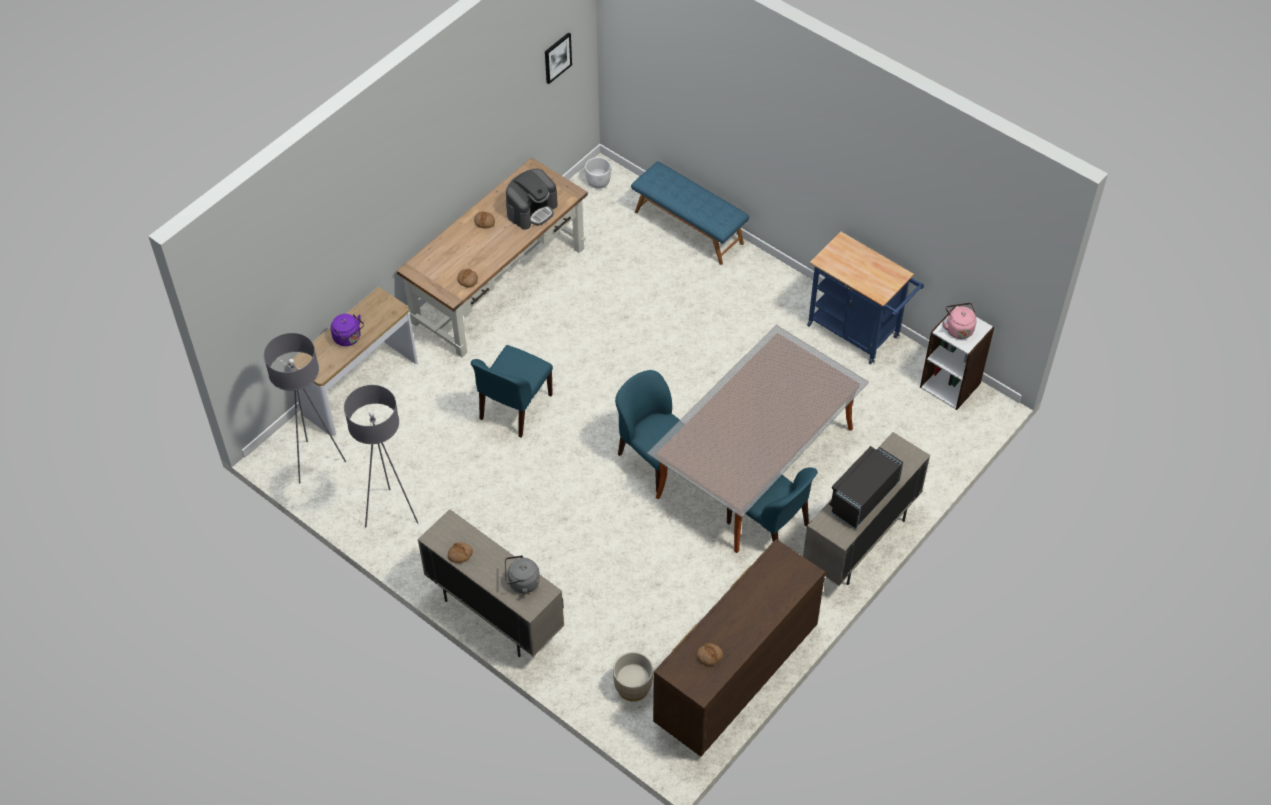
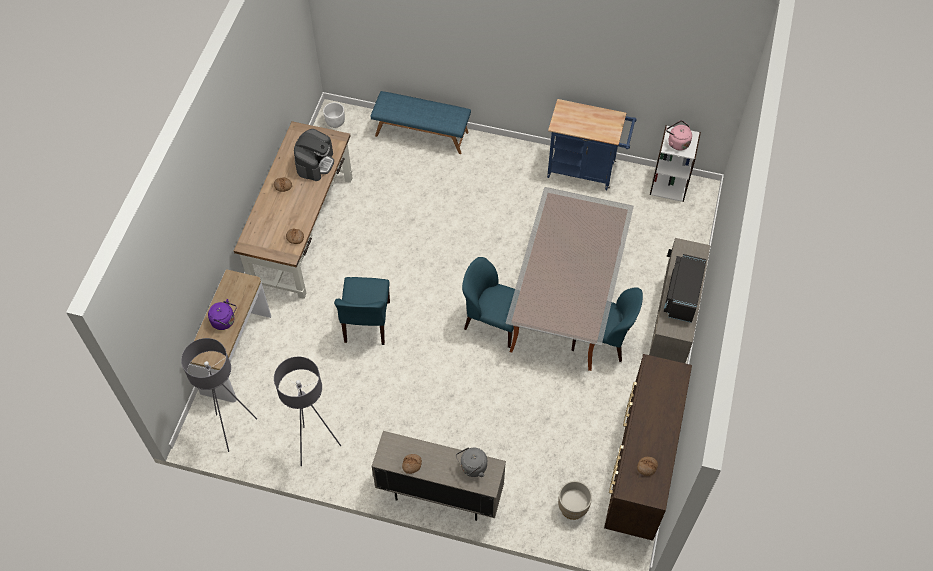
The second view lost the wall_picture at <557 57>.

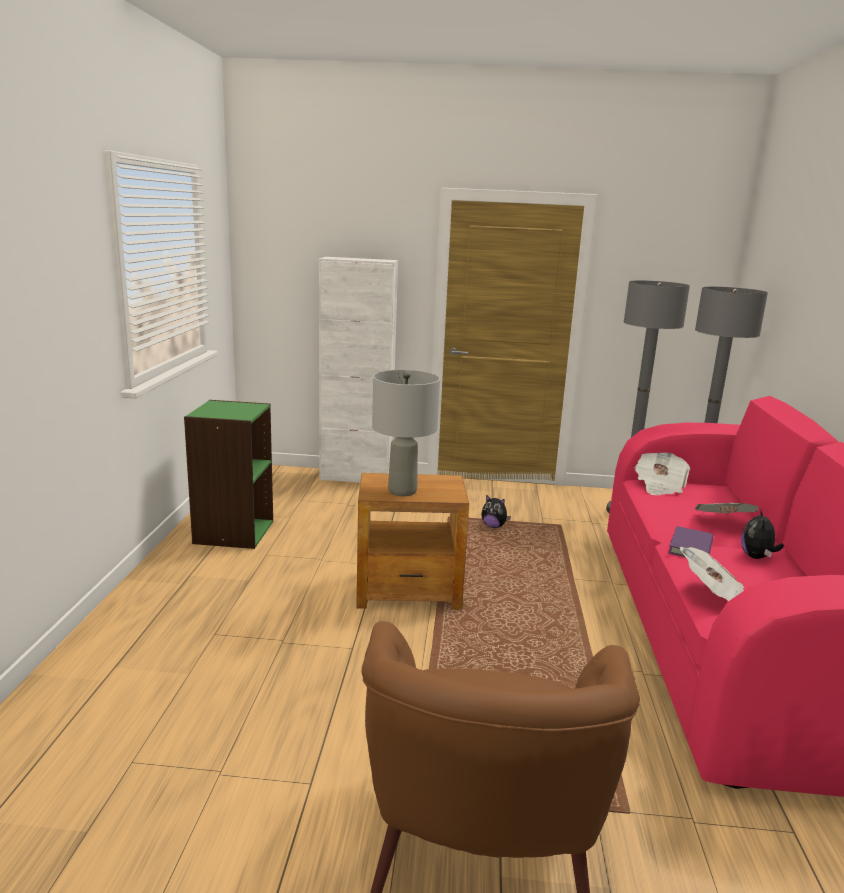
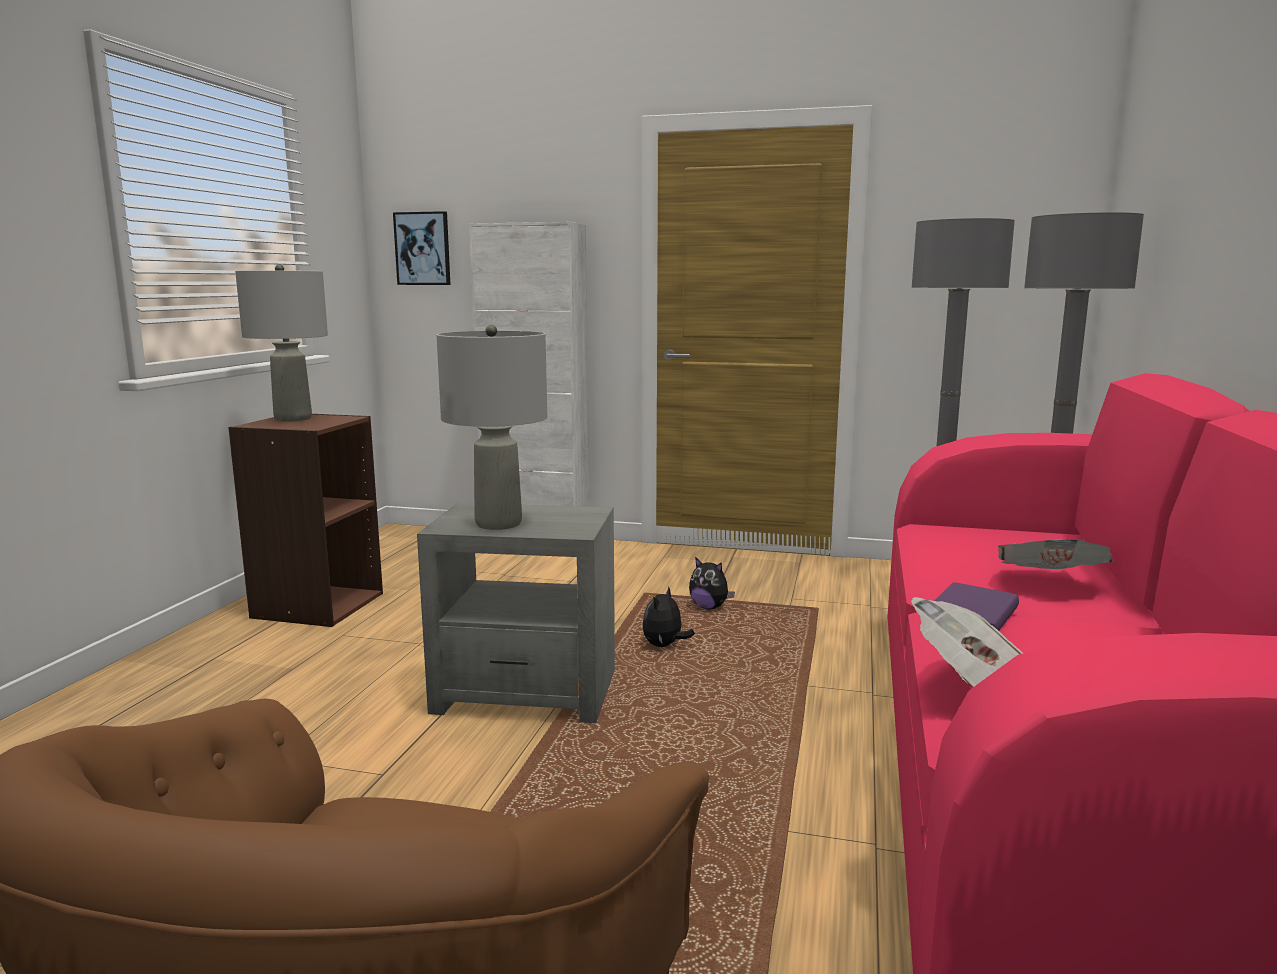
What was the greenish_bookcase at <233 532> turned into the brown-coloured_bookcase at <317 605>. The second view gained the gray_table_lamp at <293 419>. The second view gained the wall_picture at <423 248>. What was the brown-coloured_end_table at <409 590> turned into the gray_end_table at <527 692>. The cuddly_toy ended up elsewhere, having gone from <757 557> to <664 646>. The second view lost the newspaper at <659 486>.

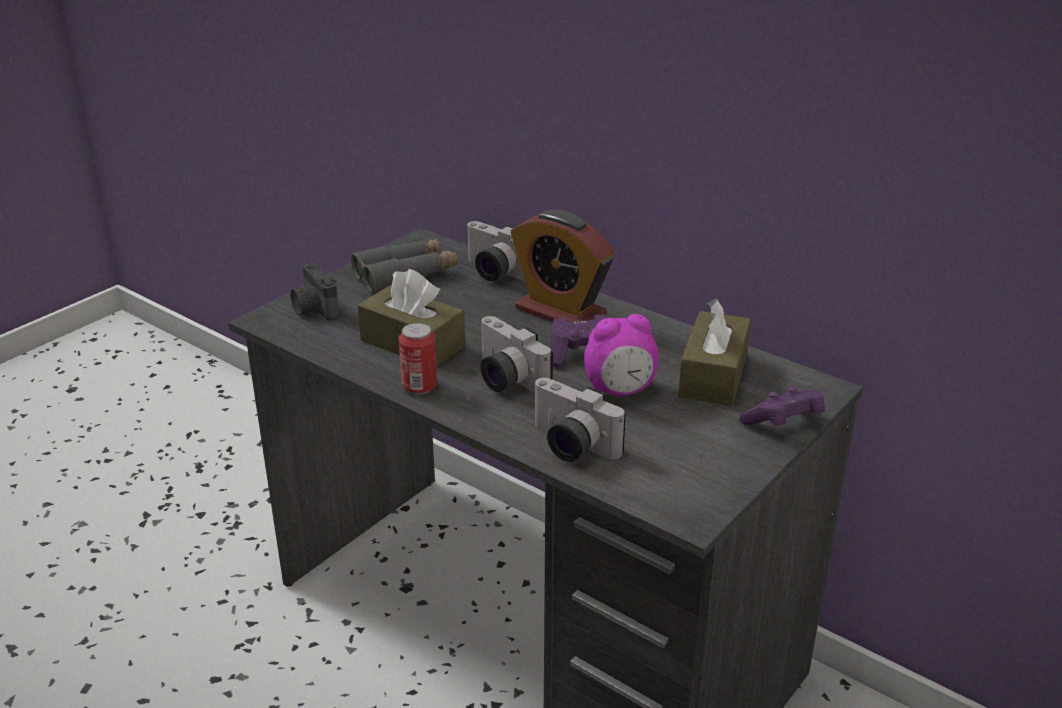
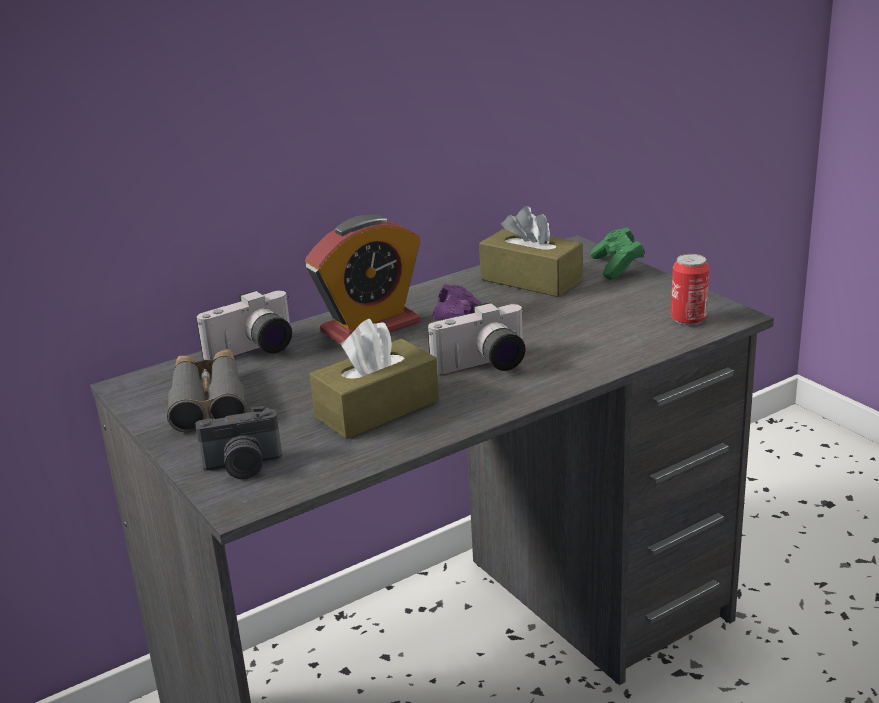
What was the purplish_gamepad at <783 424> turned into the greenish_gamepad at <617 267>. The sealed_can ended up elsewhere, having gone from <419 386> to <688 319>. The second view lost the photo_camera at <568 446>. The second view lost the table_clock at <620 391>.

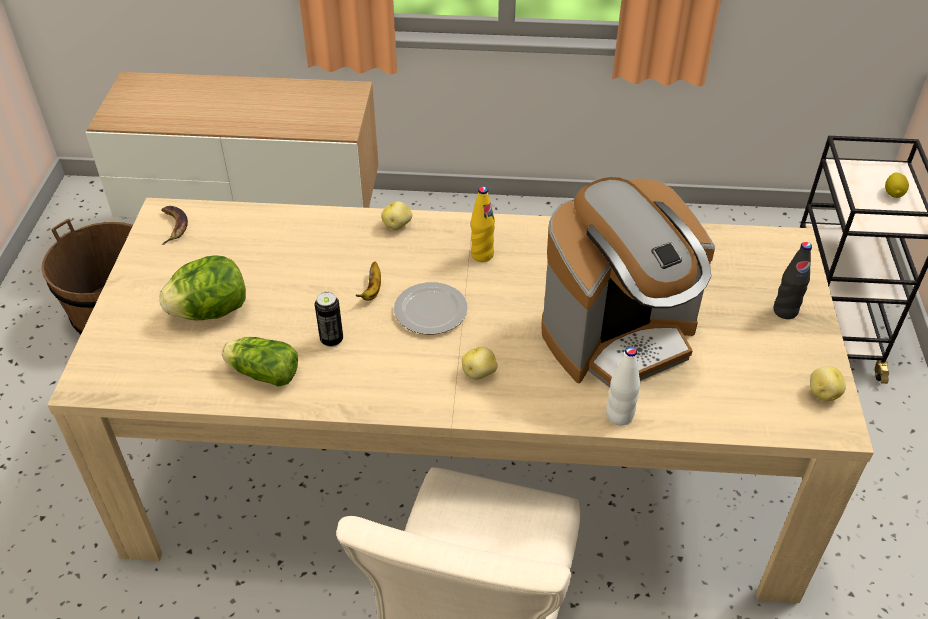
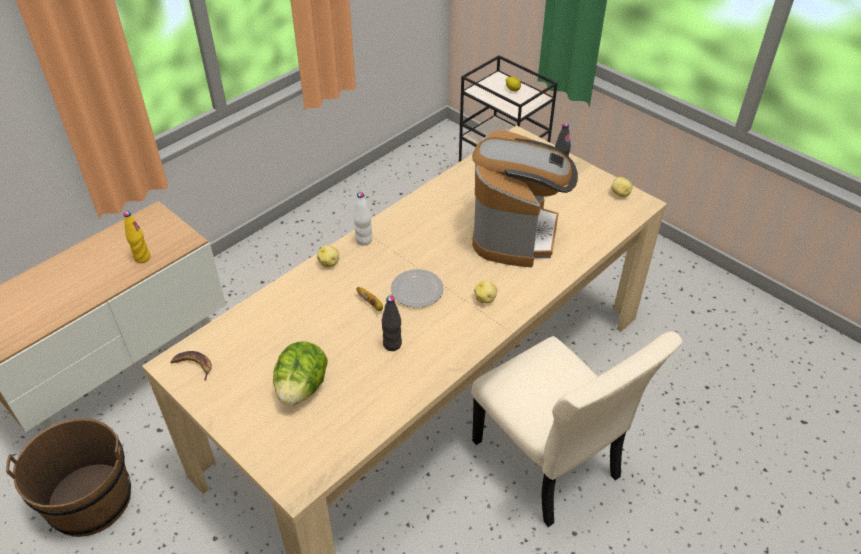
The yellow-coloured_bottle ended up elsewhere, having gone from <482 255> to <142 258>. The white-coloured_bottle ended up elsewhere, having gone from <619 416> to <364 240>. Where the sealed_can stood at <331 340>, the blackish_bottle came to stand at <392 344>. The second view lost the lettuce_head at <261 372>.

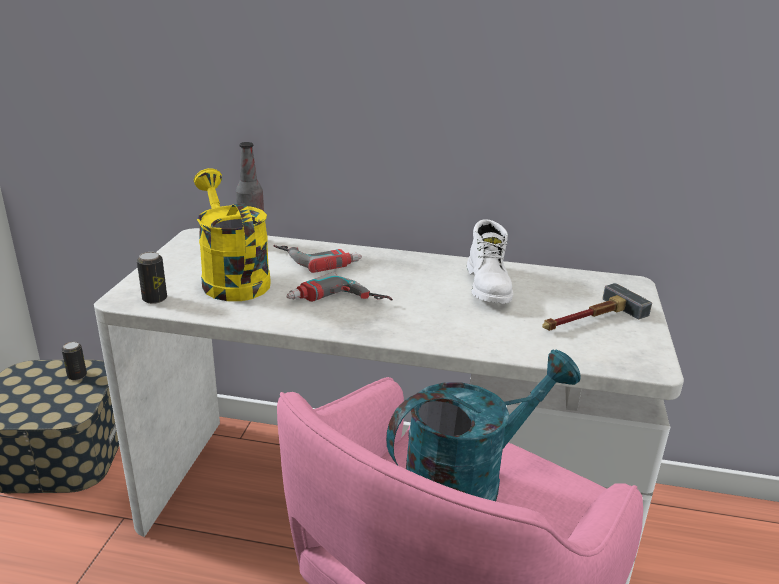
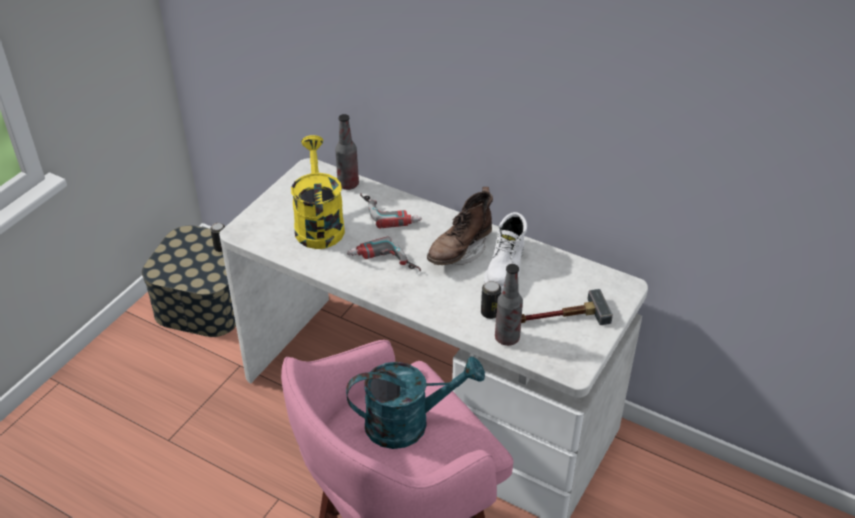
The second view gained the brown-coloured_high-top_boot at <460 251>. The sealed_can ended up elsewhere, having gone from <155 299> to <490 313>. The second view gained the bottle at <507 338>.

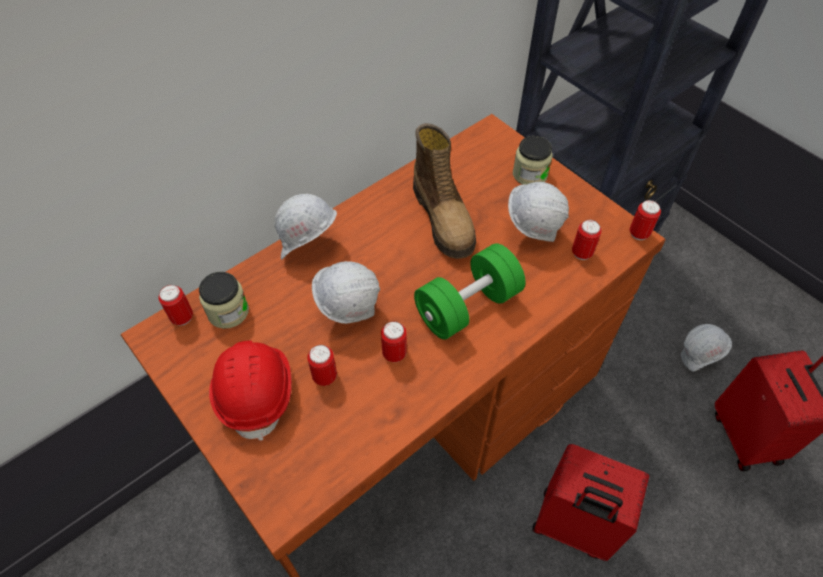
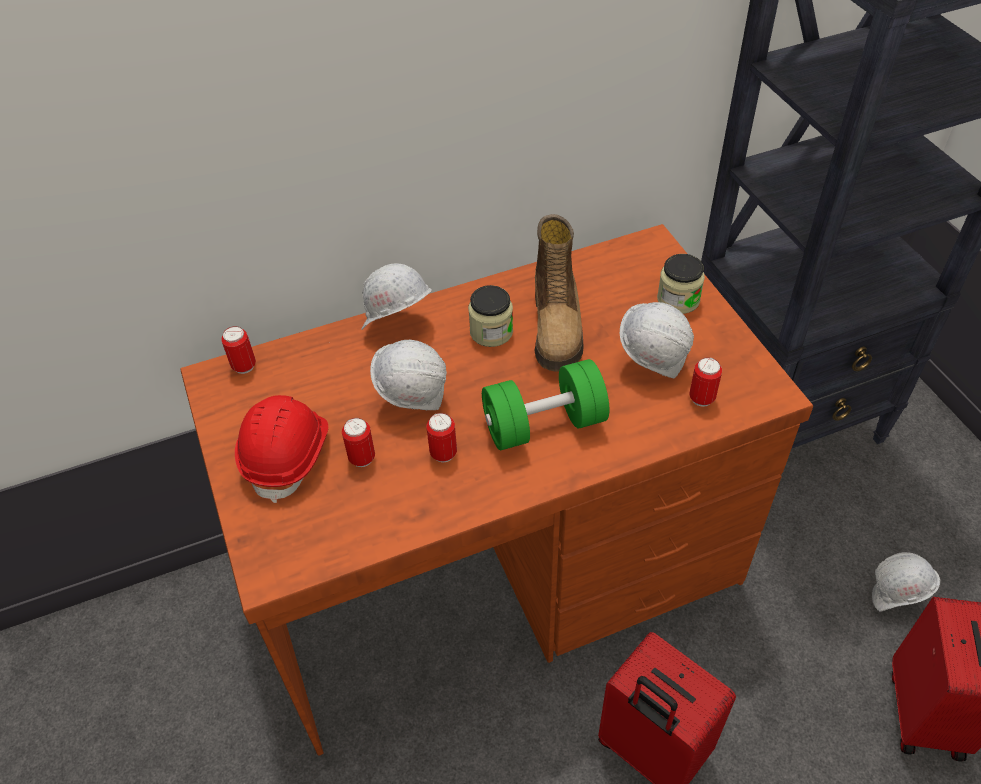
The storage_jar ended up elsewhere, having gone from <228 312> to <491 332>. The second view lost the sealed_can at <639 234>.

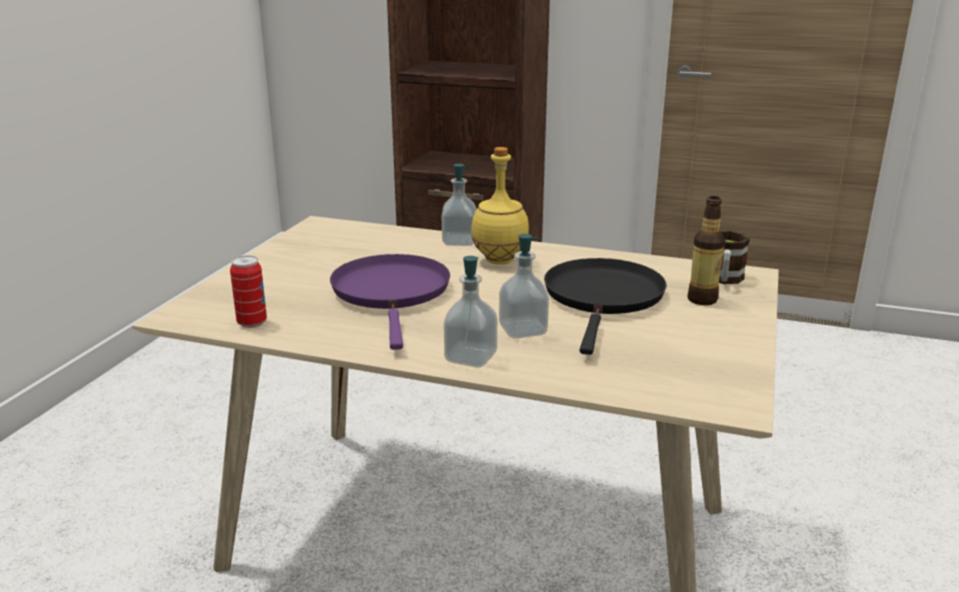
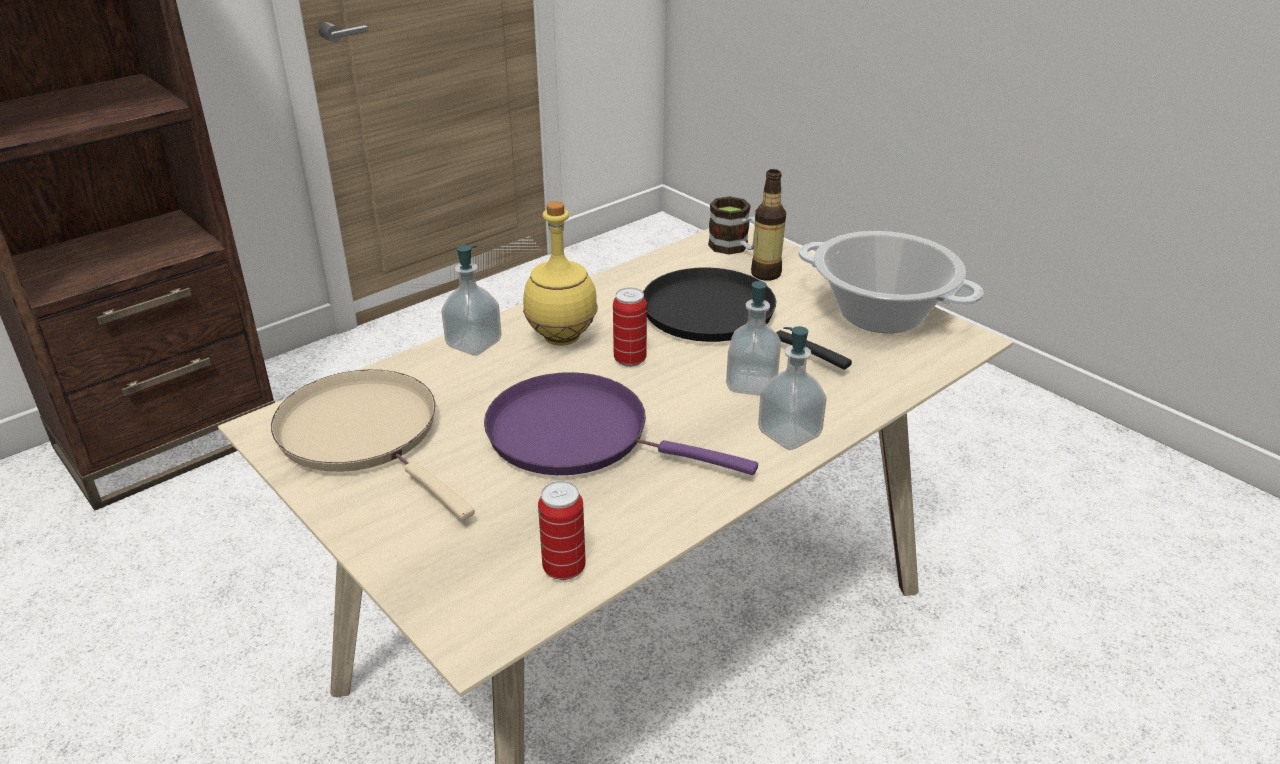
The second view gained the beige_pan at <365 435>. The second view gained the sealed_can at <630 360>. The second view gained the stockpot at <881 314>.

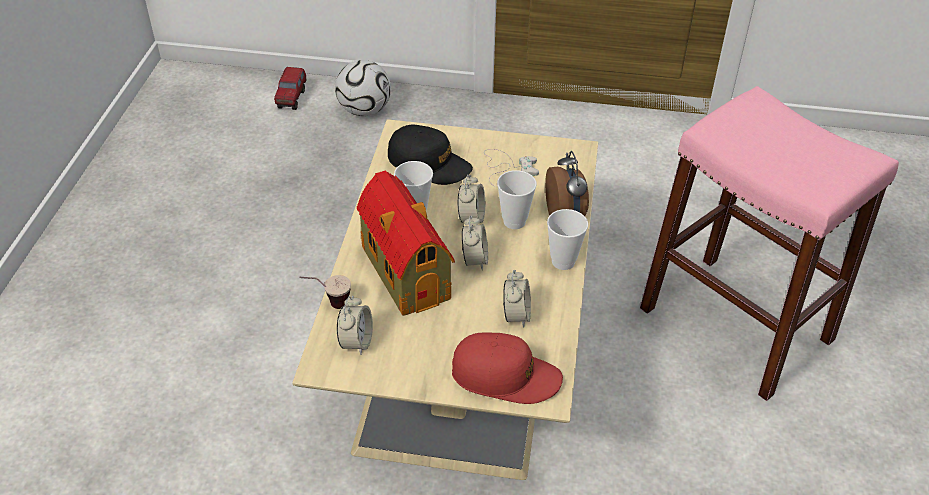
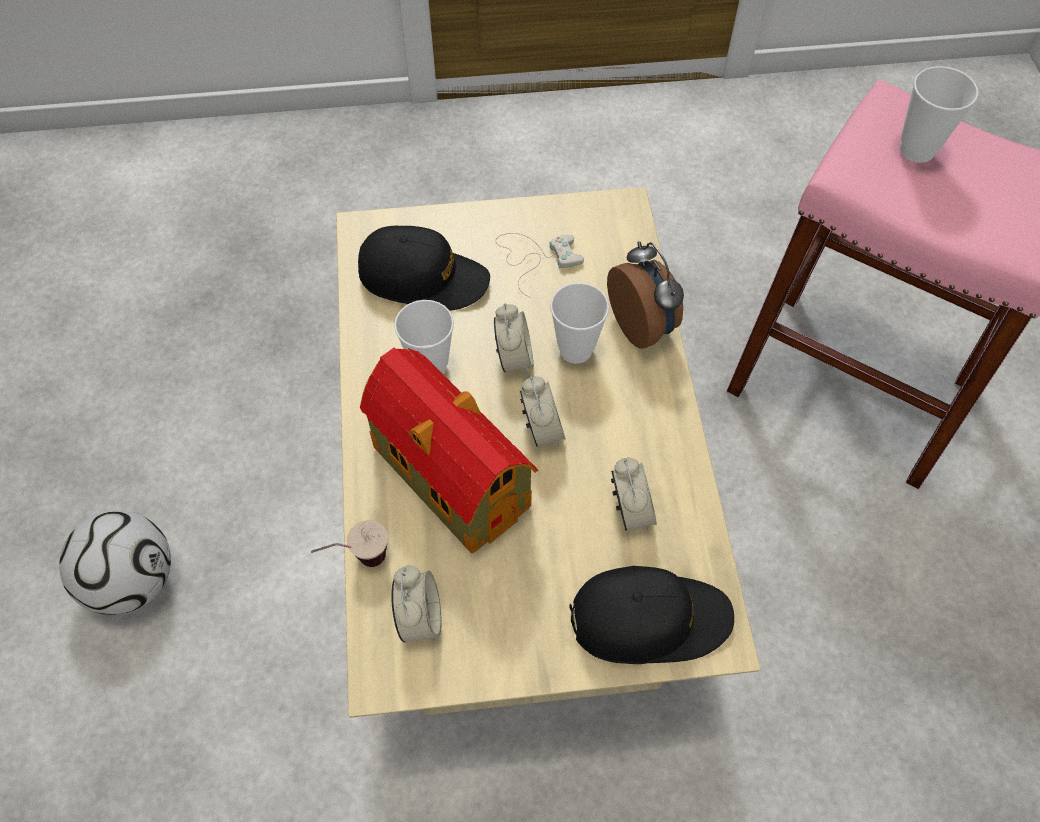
The football_ball ended up elsewhere, having gone from <364 110> to <133 580>. What was the red_baseball_cap at <505 376> turned into the blackish_baseball_cap at <649 619>. The small_cup ended up elsewhere, having gone from <563 261> to <917 150>. The second view lost the toy_truck at <292 99>.

